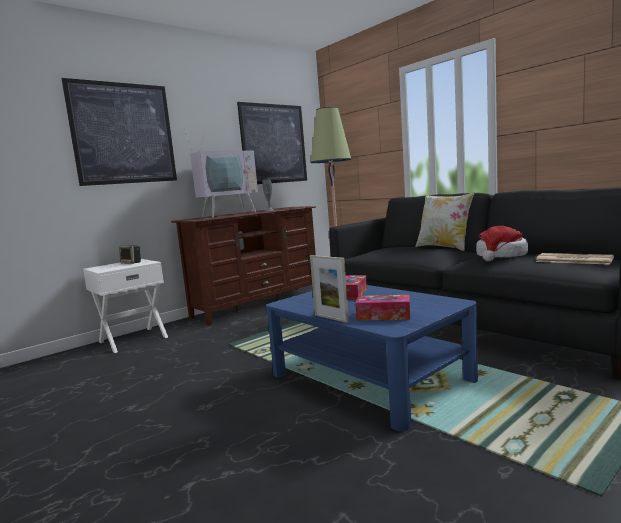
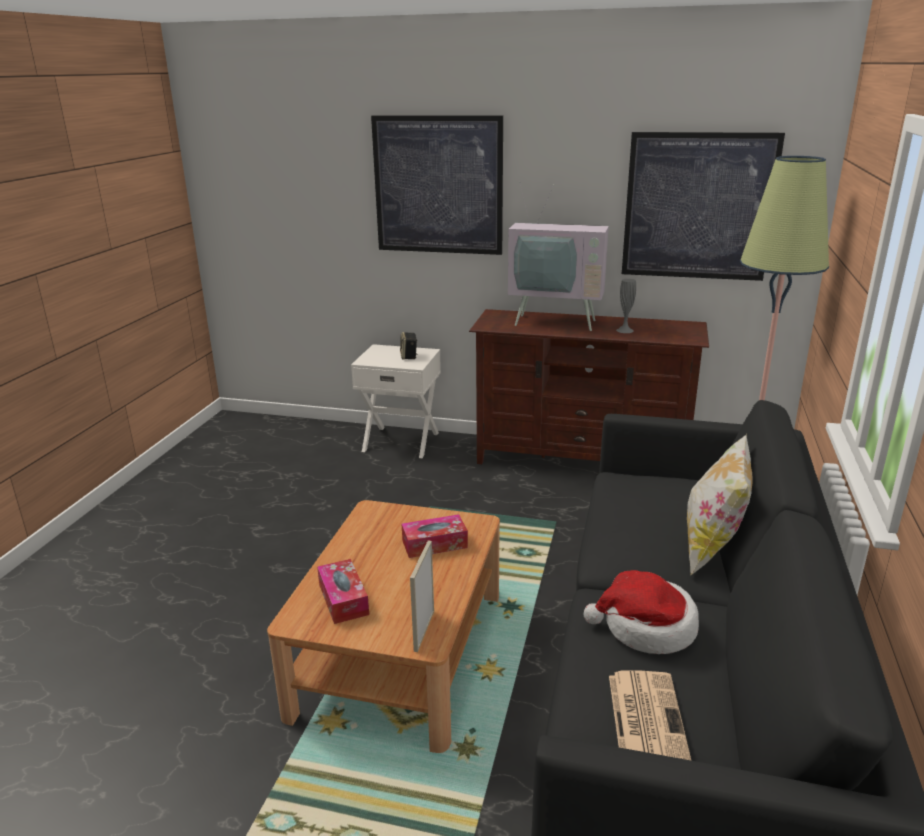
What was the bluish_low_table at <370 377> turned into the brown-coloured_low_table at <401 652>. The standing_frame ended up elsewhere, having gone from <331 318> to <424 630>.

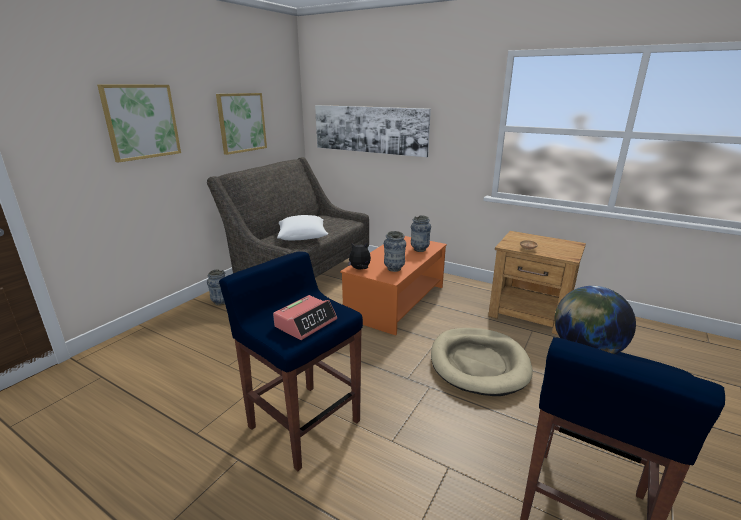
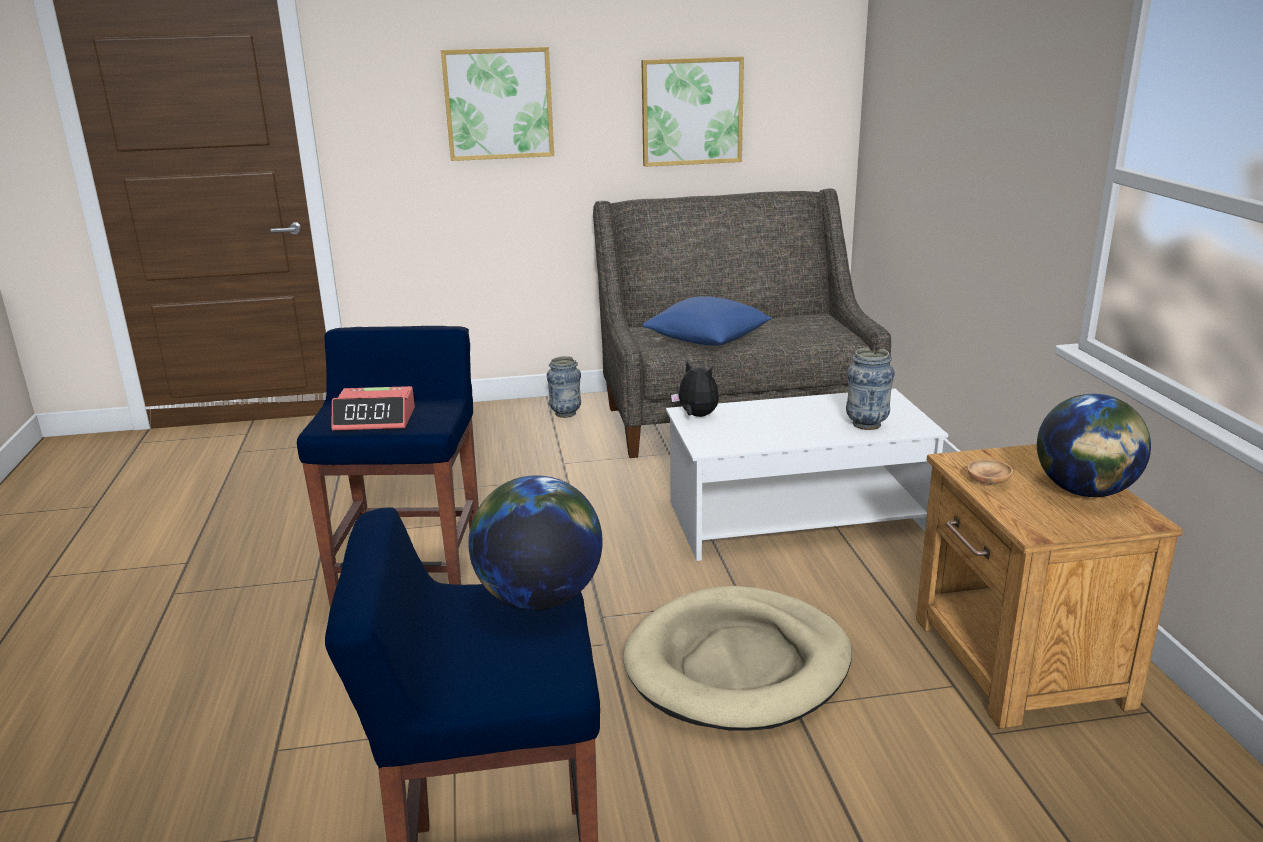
What was the white-coloured_cushion at <303 238> turned into the bluish_cushion at <708 341>. What was the orange_low_table at <396 301> turned into the white-coloured_low_table at <798 518>. The second view gained the desk_globe at <1085 491>. The second view lost the wall_picture at <369 129>. The second view lost the decorative_vase at <394 269>.

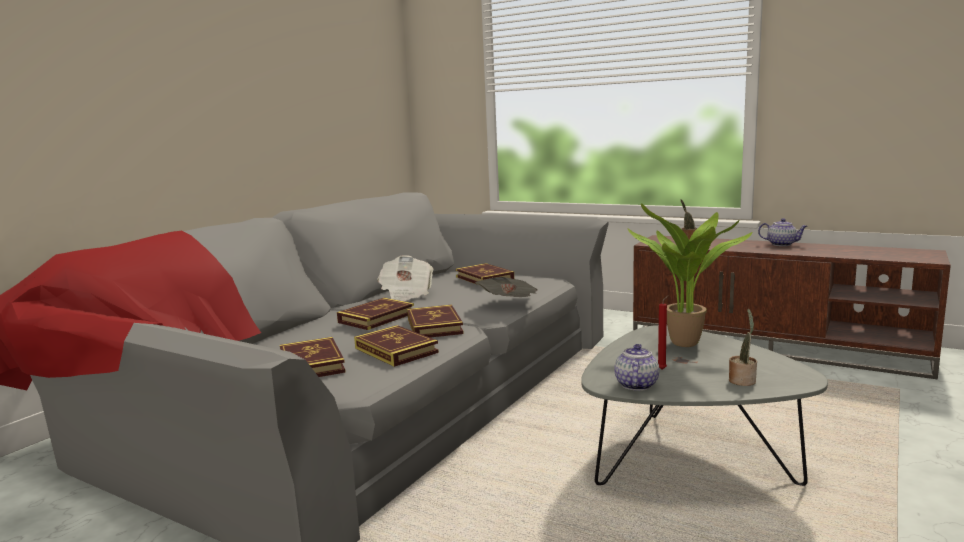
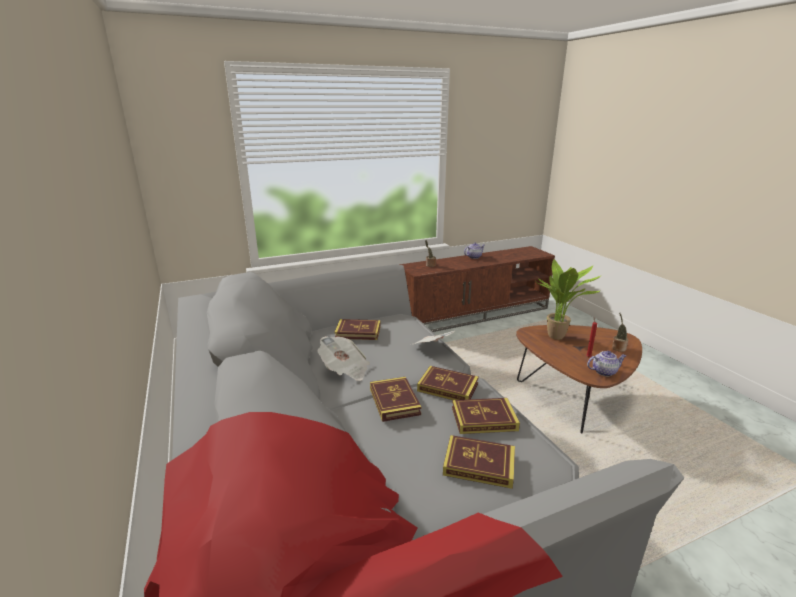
What was the gray_low_table at <687 460> turned into the brown-coloured_low_table at <573 397>. The tea_pot at <636 384> ended up facing another way, 120 degrees clockwise from before.

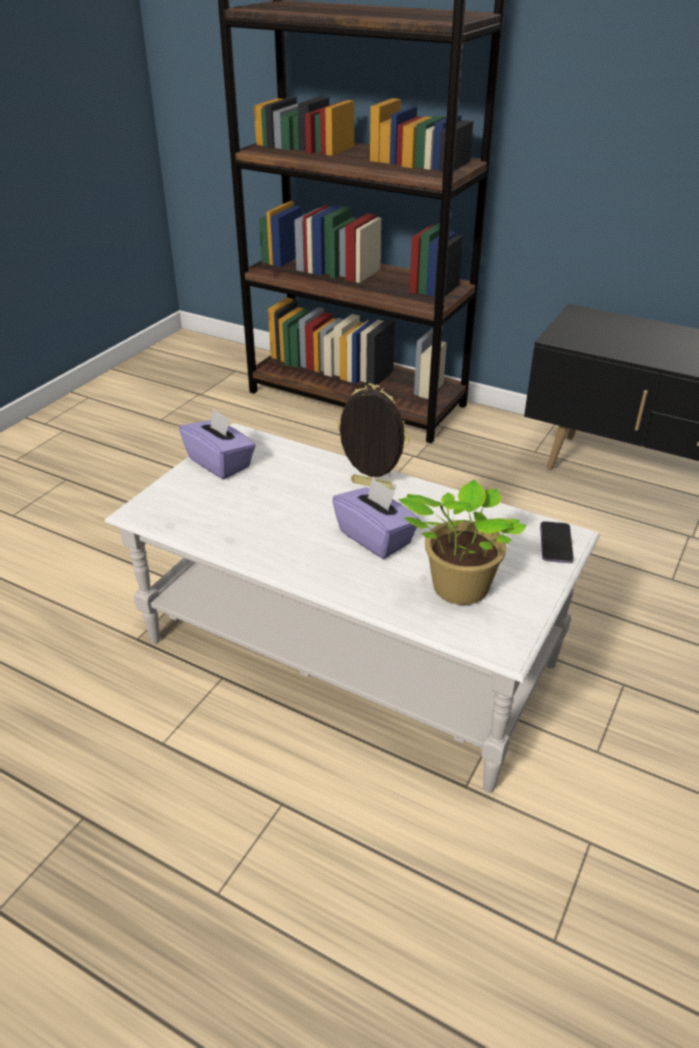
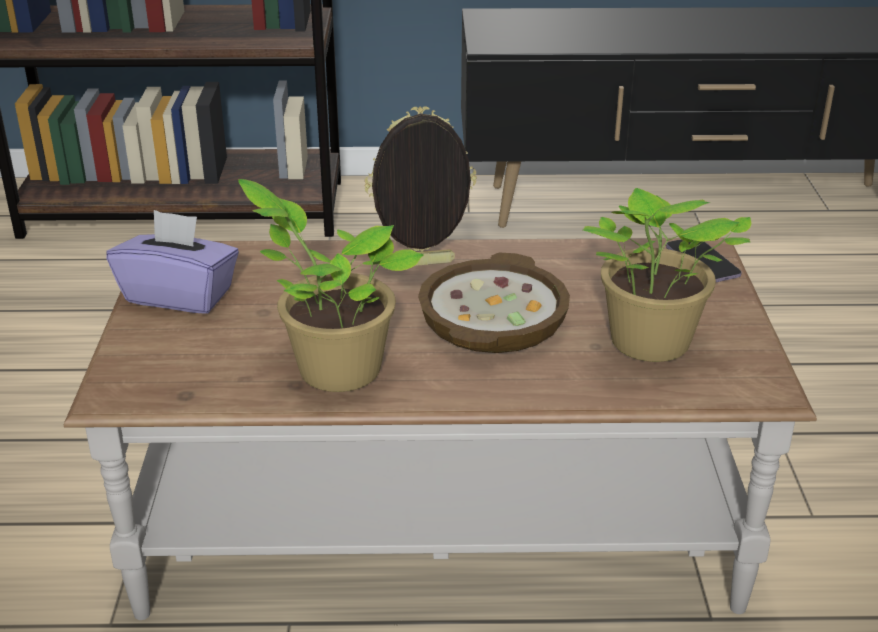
What was the white-coloured_low_table at <349 652> turned into the brown-coloured_low_table at <438 521>. The second view gained the plant_in_a_pot at <333 369>. Where the purplish_tissue_holder stood at <376 537>, the bowl came to stand at <491 320>.

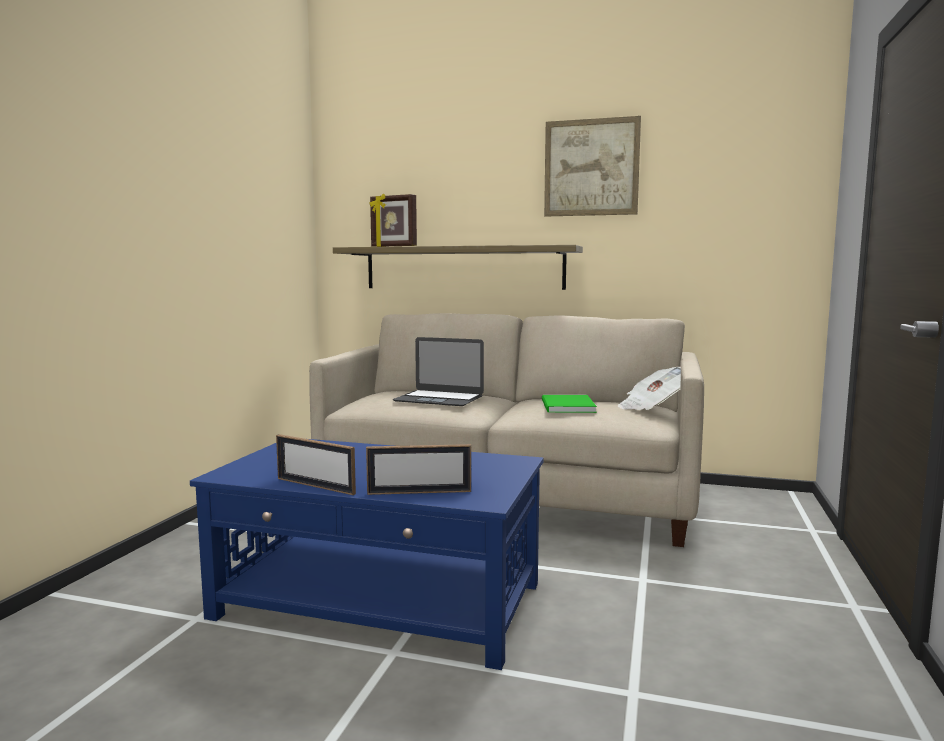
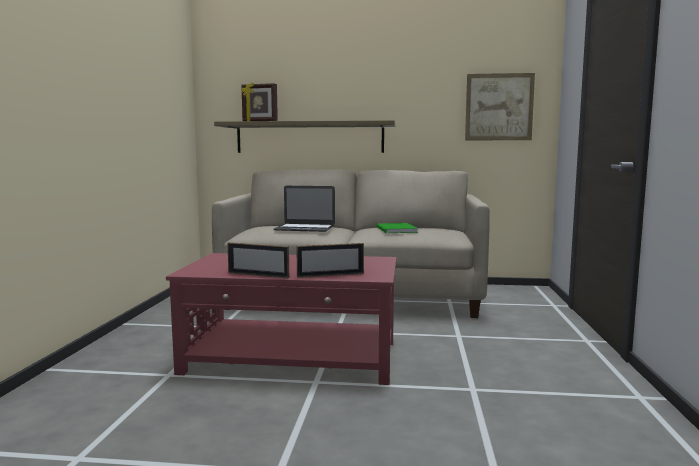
What was the bluish_low_table at <380 601> turned into the red_low_table at <293 357>. The wall_picture ended up elsewhere, having gone from <591 168> to <499 107>. The second view lost the newspaper at <652 407>.

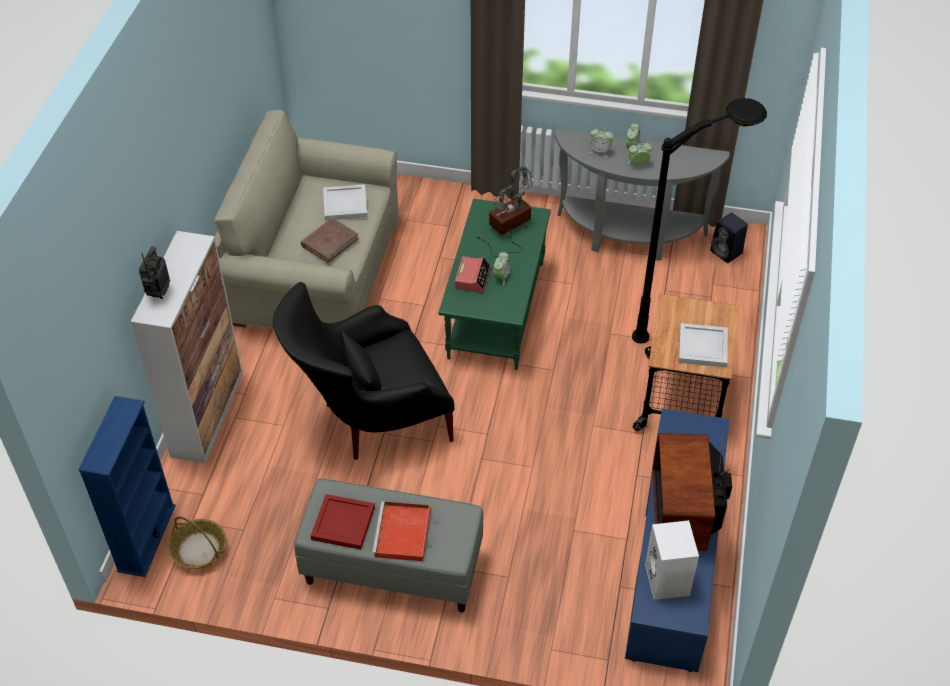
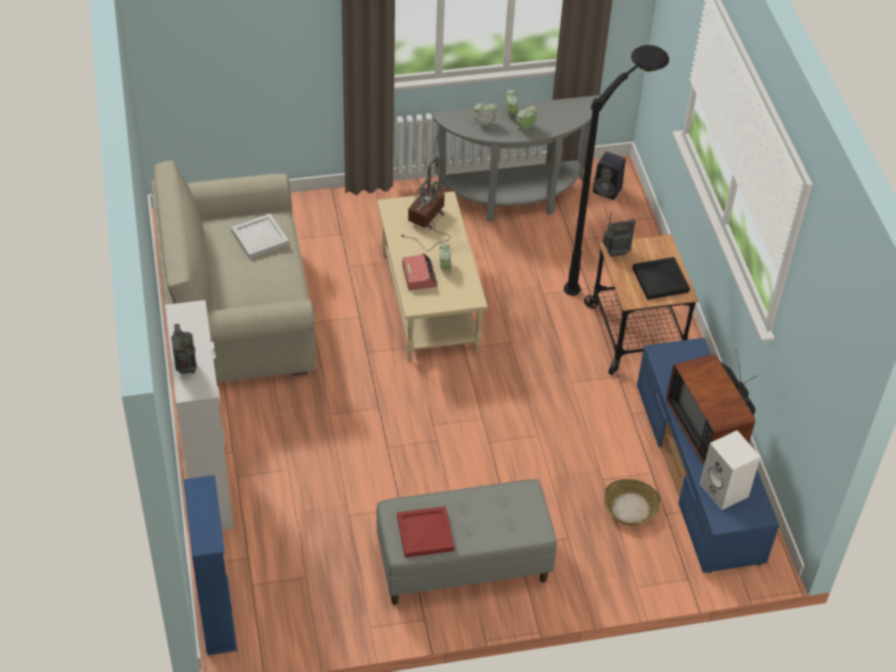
What was the greenish_low_table at <495 309> turned into the beige_low_table at <428 302>. The second view gained the radio at <616 253>. The household_basket ended up elsewhere, having gone from <198 549> to <630 508>. What was the white-coloured_serving_tray at <703 346> turned into the blackish_serving_tray at <660 279>. The second view lost the blackish_lounge_chair at <369 421>. The second view lost the brown-coloured_volume at <329 242>. The second view lost the red_serving_tray at <403 534>.

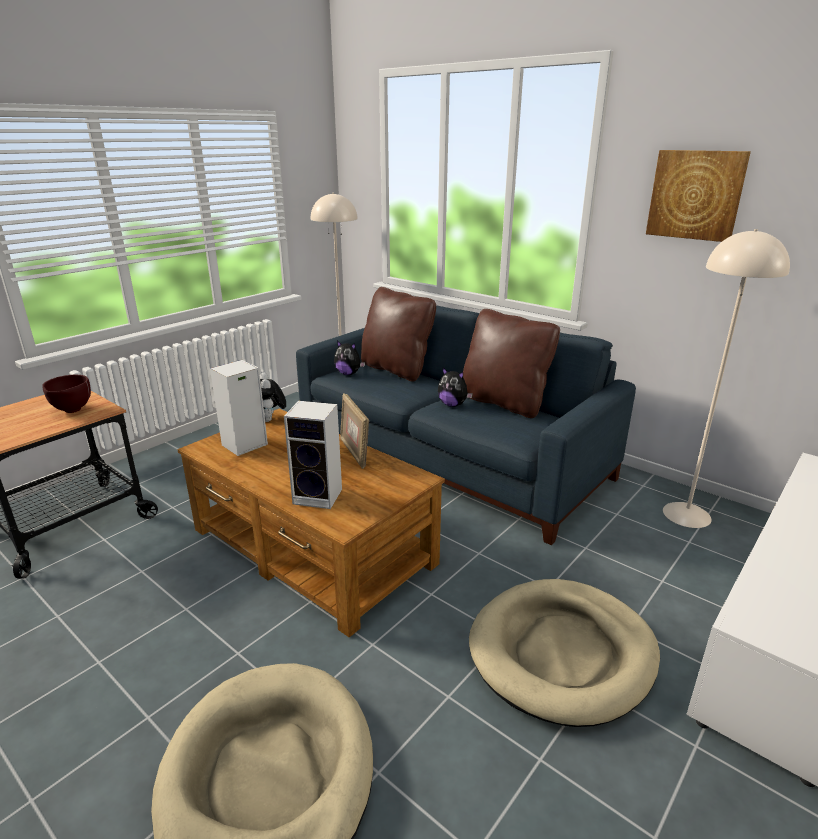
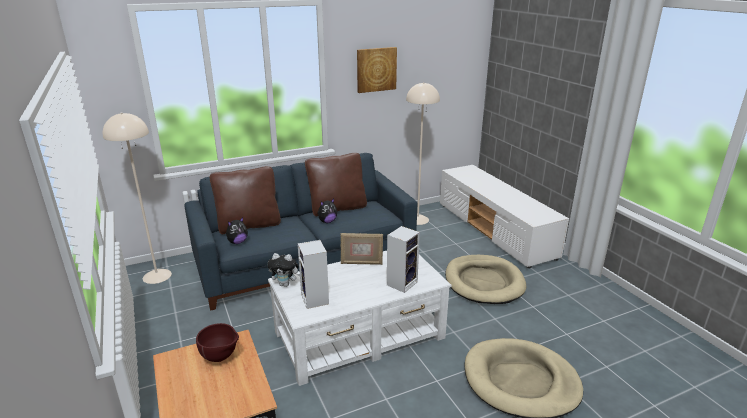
What was the brown-coloured_low_table at <312 547> turned into the white-coloured_low_table at <360 335>.

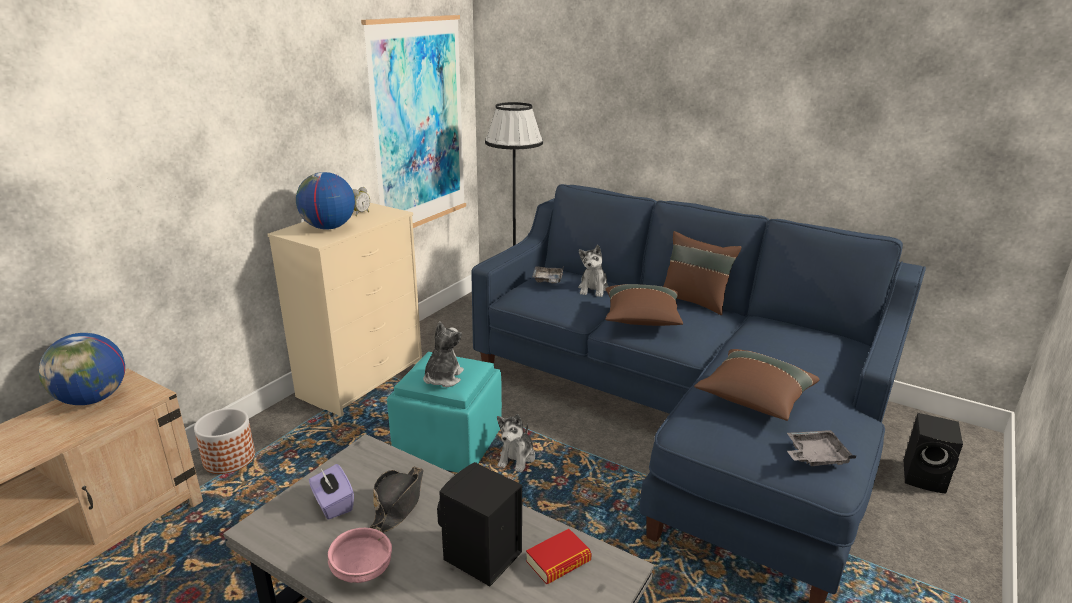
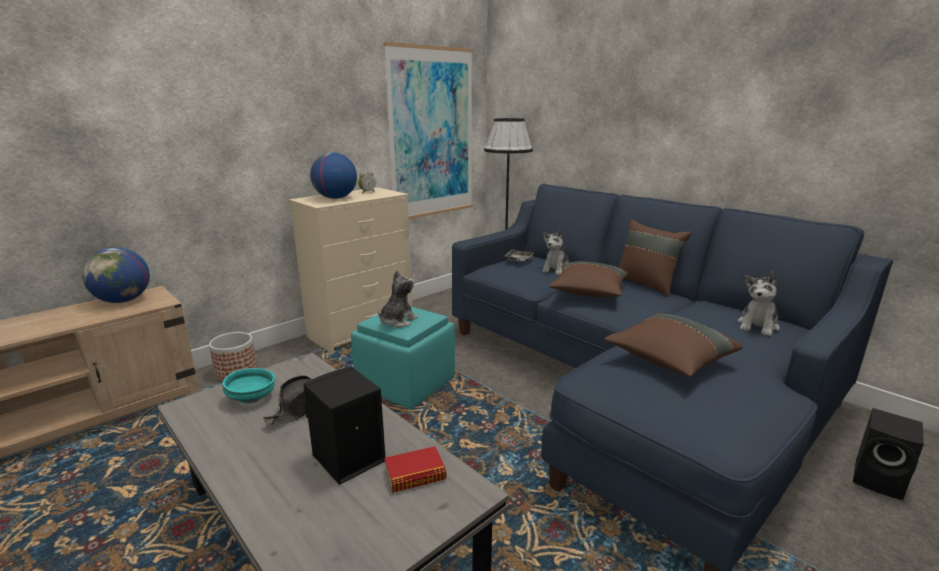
Where the purplish_tissue_holder stood at <333 504>, the turquoise_bowl came to stand at <252 398>. The cuddly_toy ended up elsewhere, having gone from <517 458> to <758 326>. The second view lost the pink_bowl at <363 571>. The second view lost the gray_serving_tray at <815 456>.

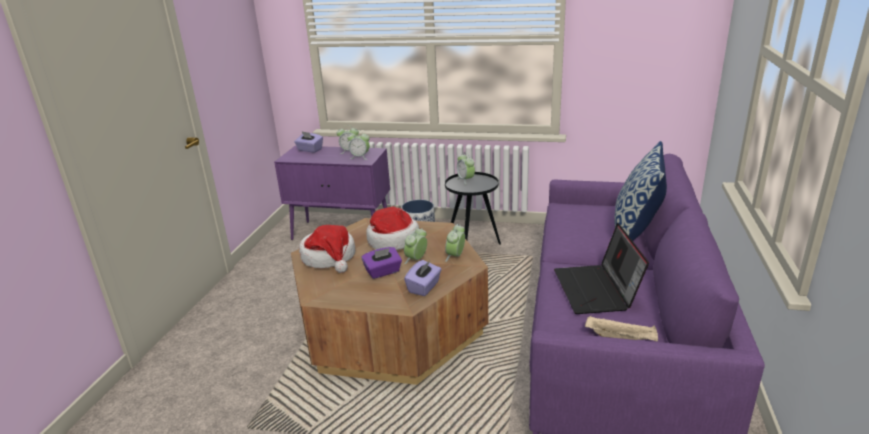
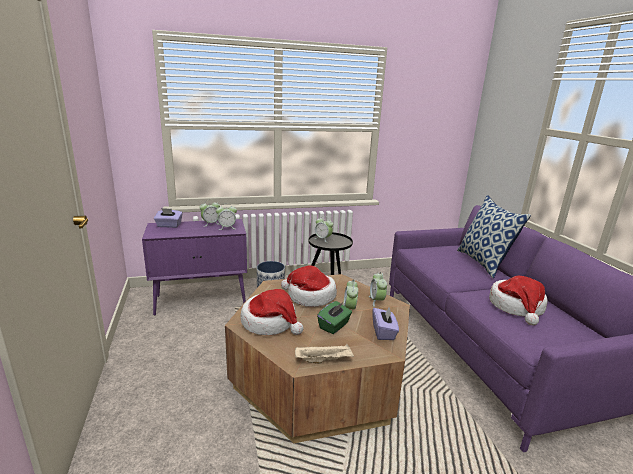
The beige_serving_tray ended up elsewhere, having gone from <621 338> to <324 360>. What was the purplish_tissue_holder at <383 272> turned into the greenish_tissue_holder at <334 326>. Where the notebook_computer stood at <597 290>, the clothing_hat came to stand at <516 307>.

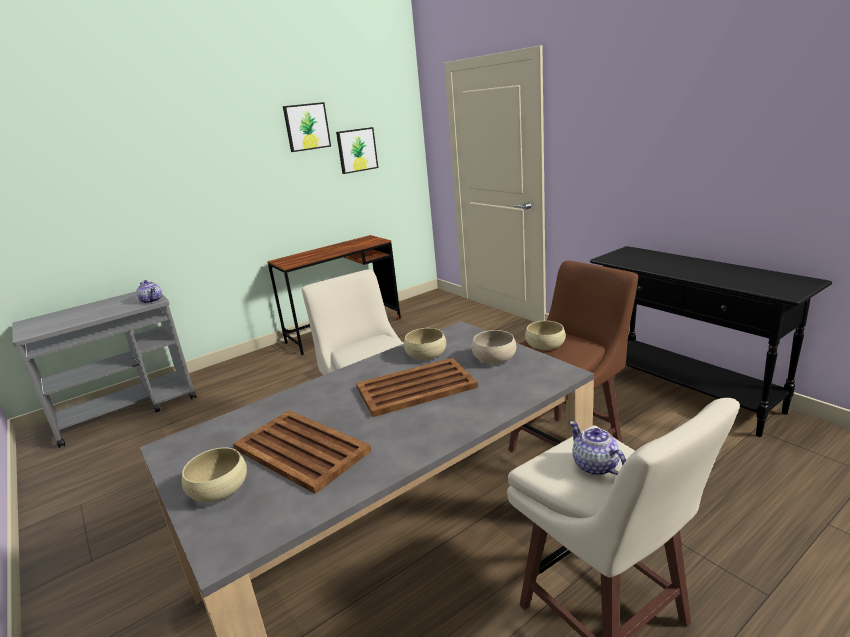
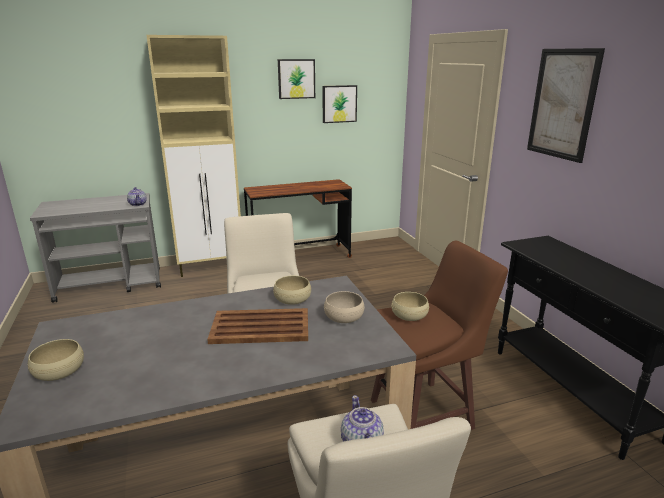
The second view gained the beige_cupboard at <211 267>. The second view gained the wall_picture at <562 104>. The second view lost the brown-coloured_serving_tray at <301 450>.

